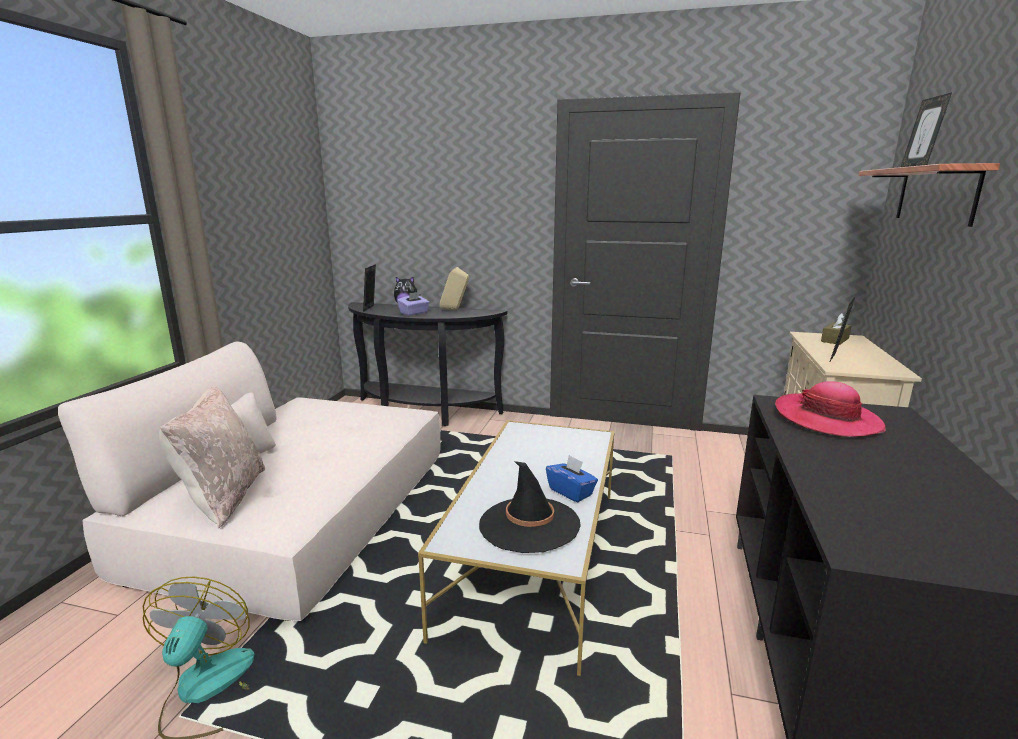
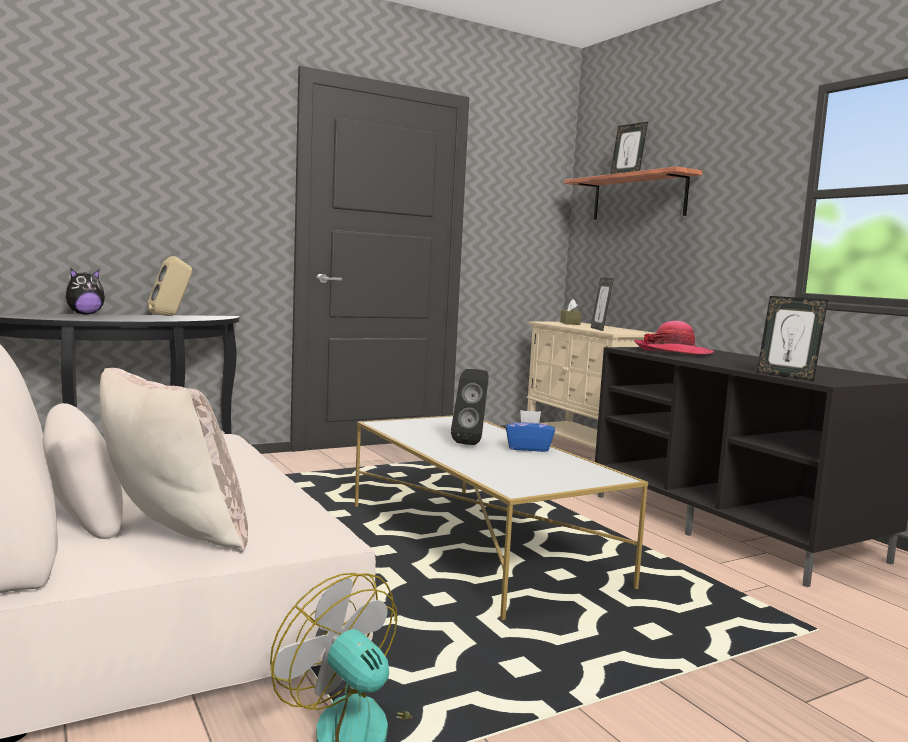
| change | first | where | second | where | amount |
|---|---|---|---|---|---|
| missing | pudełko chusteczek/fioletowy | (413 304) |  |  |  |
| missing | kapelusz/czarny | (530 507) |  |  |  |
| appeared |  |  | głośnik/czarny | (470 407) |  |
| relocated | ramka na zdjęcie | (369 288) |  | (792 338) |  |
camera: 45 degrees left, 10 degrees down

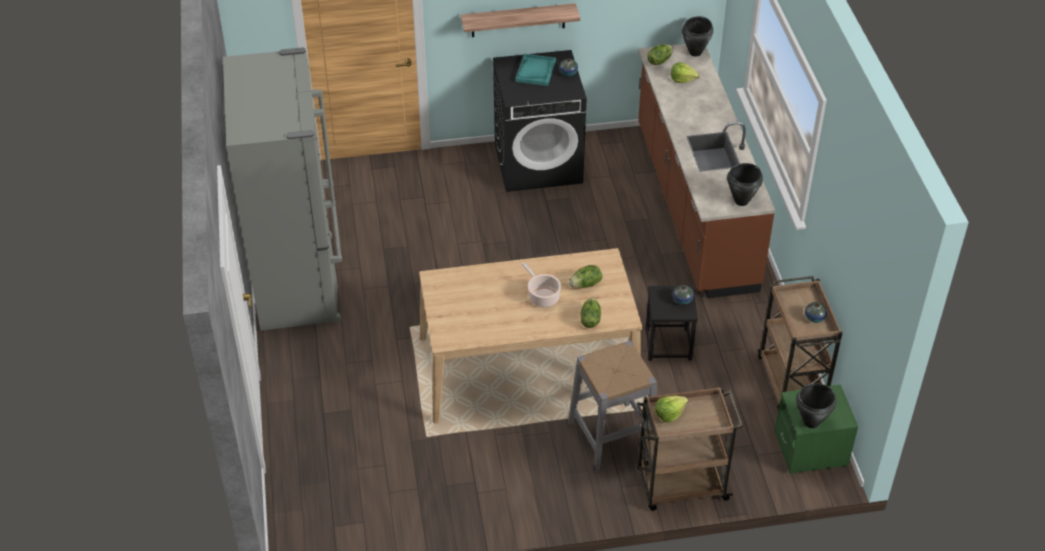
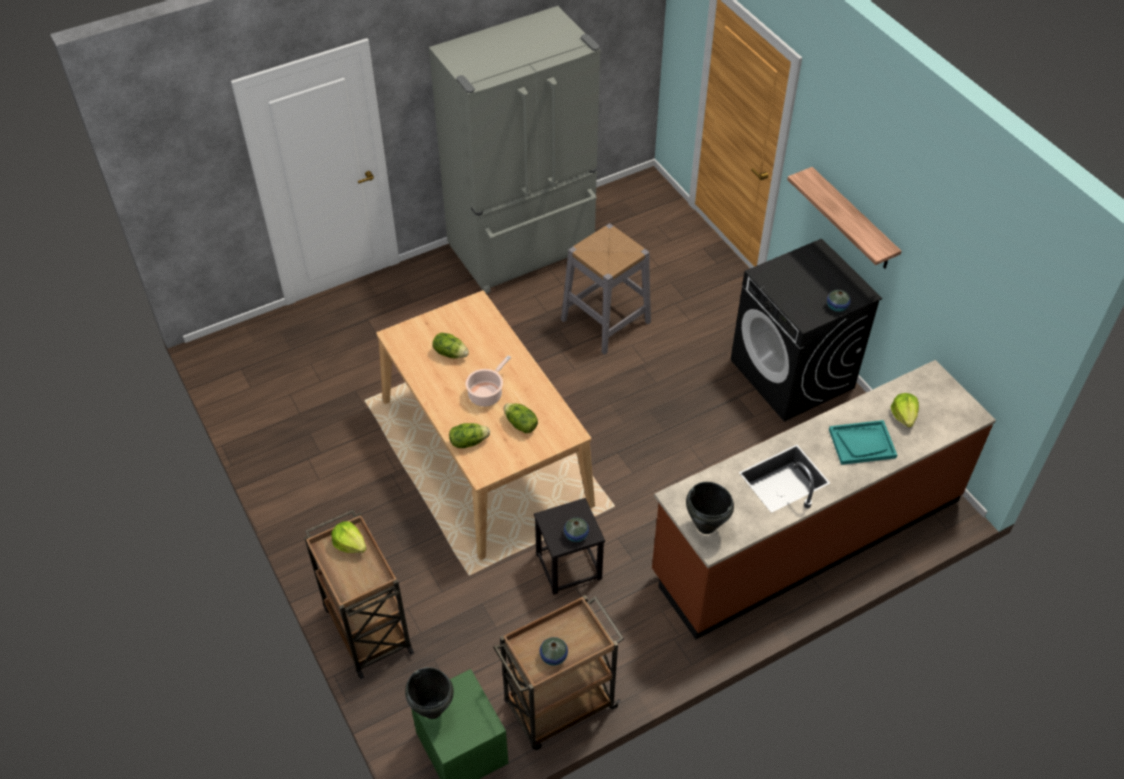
| change | first | where | second | where | amount |
|---|---|---|---|---|---|
| missing | garnek/czarny | (697 36) |  |  |  |
| relocated | taca/turkusowy | (536 70) |  | (863 442) |  |
| relocated | stołek/szary | (612 406) |  | (606 289) |  |
| relocated | sałata | (660 54) |  | (450 345) |  |
camera: 70 degrees right, 5 degrees up

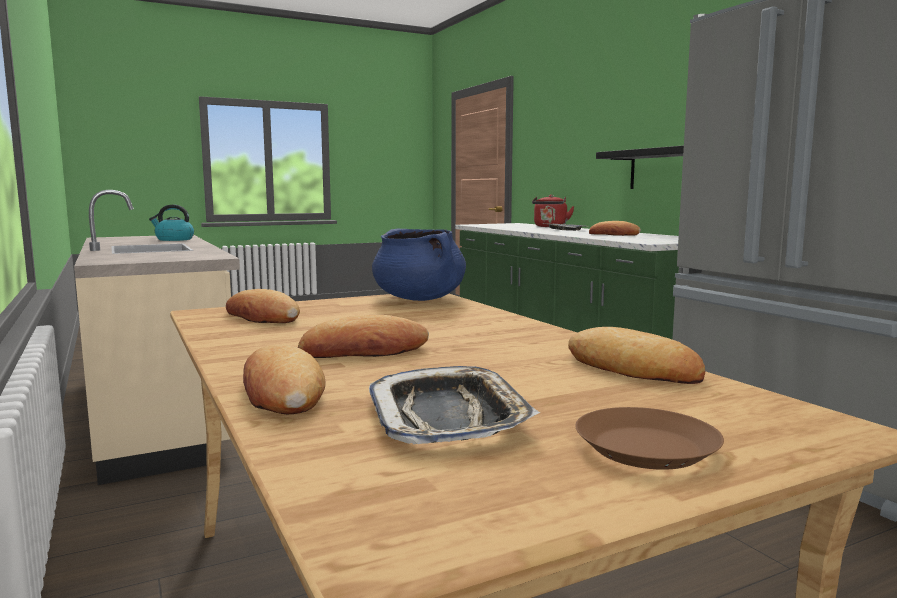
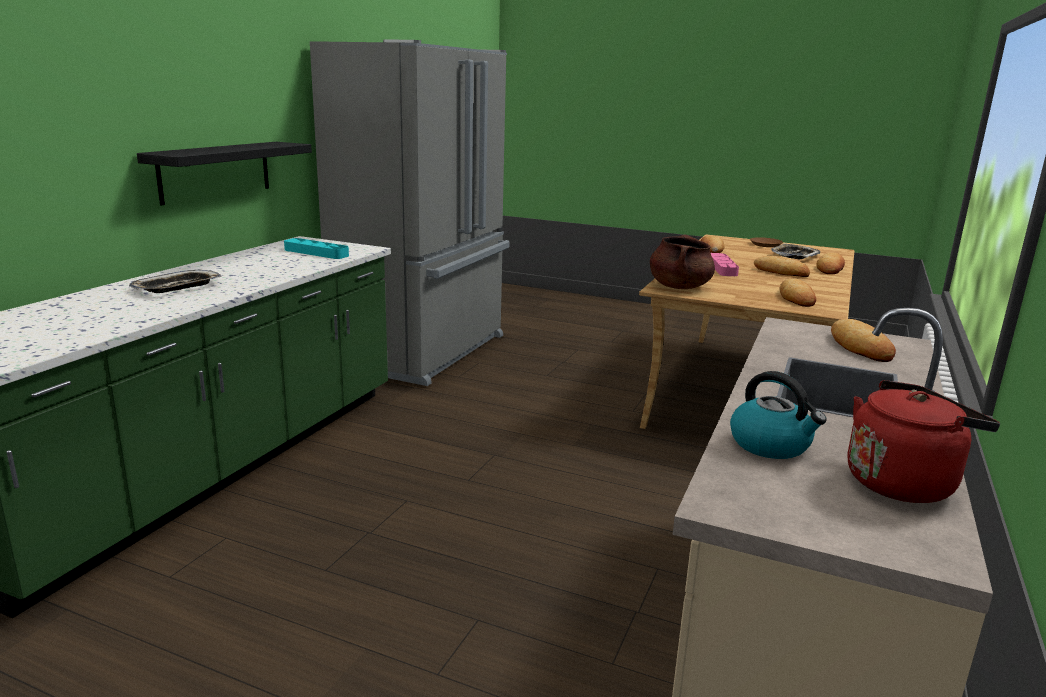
| change | first | where | second | where | amount |
|---|---|---|---|---|---|
| appeared |  |  | taca/turkusowy | (316 248) |  |
| appeared |  |  | taca/różowy | (725 264) |  |
| relocated | czajnik/czerwony | (553 211) |  | (924 441) |  |
| relocated | chleb | (615 228) |  | (863 340) |  |
| colour | garnek/niebieski | (419 265) | garnek/brązowy | (682 262) |  |
camera: 130 degrees left, 10 degrees up

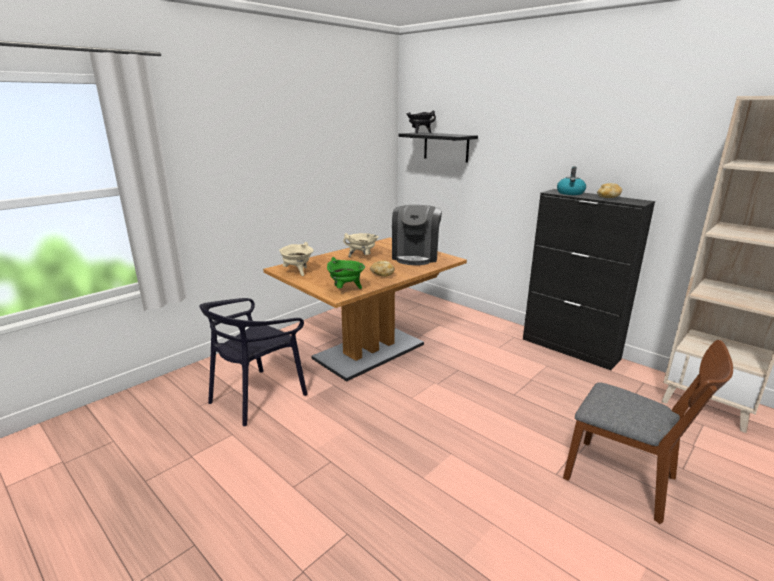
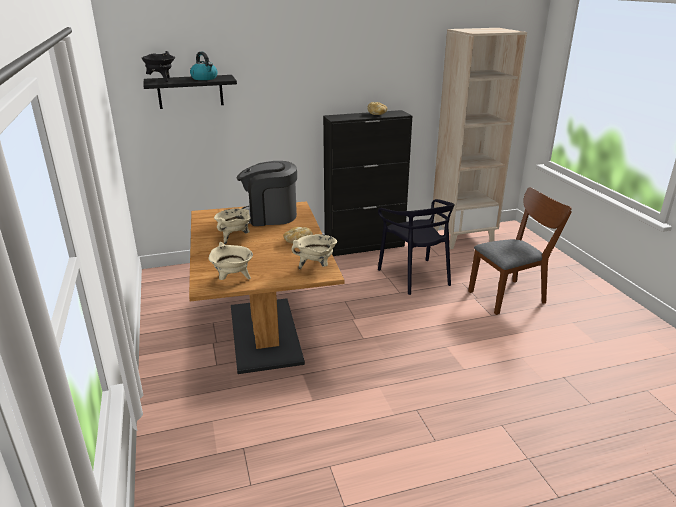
| change | first | where | second | where | amount |
|---|---|---|---|---|---|
| relocated | krzesło/czarny | (253 362) |  | (416 247) |  |
| relocated | czajnik | (571 180) |  | (204 66) |  |
| colour | garnek/zielony | (346 273) | garnek/beżowy | (314 251) |  |
| spun | ekspres do kawy | (417 235) |  | (266 193) | 135 degrees clockwise |
camera: 60 degrees left, 5 degrees up

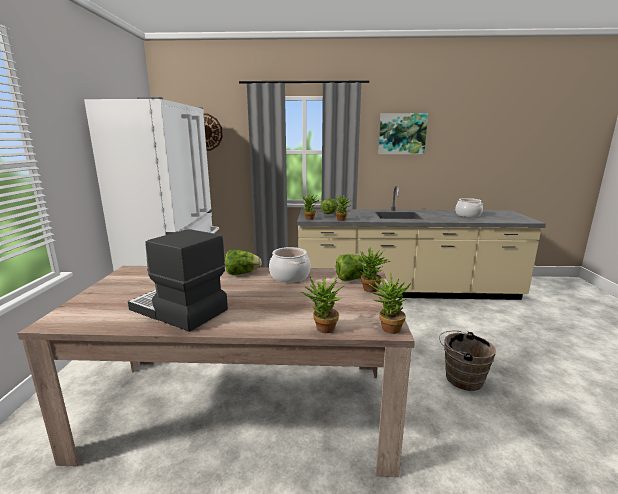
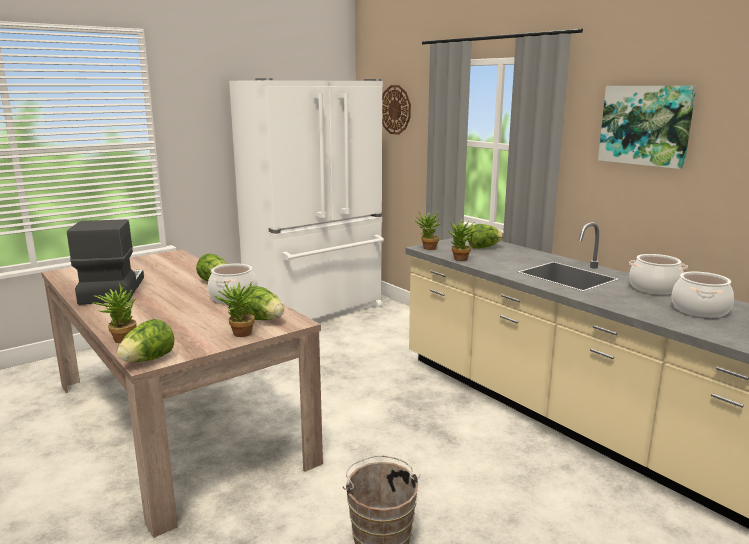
| change | first | where | second | where | amount |
|---|---|---|---|---|---|
| appeared |  |  | garnek | (658 274) |  |
| exchanged | roślina doniczkowa | (389 303) | sałata | (145 340) |  |
camera: 50 degrees right, 0 degrees up

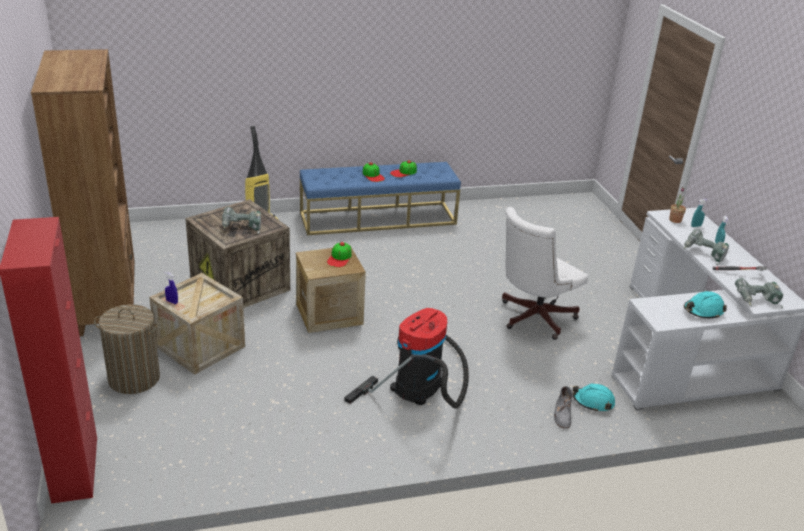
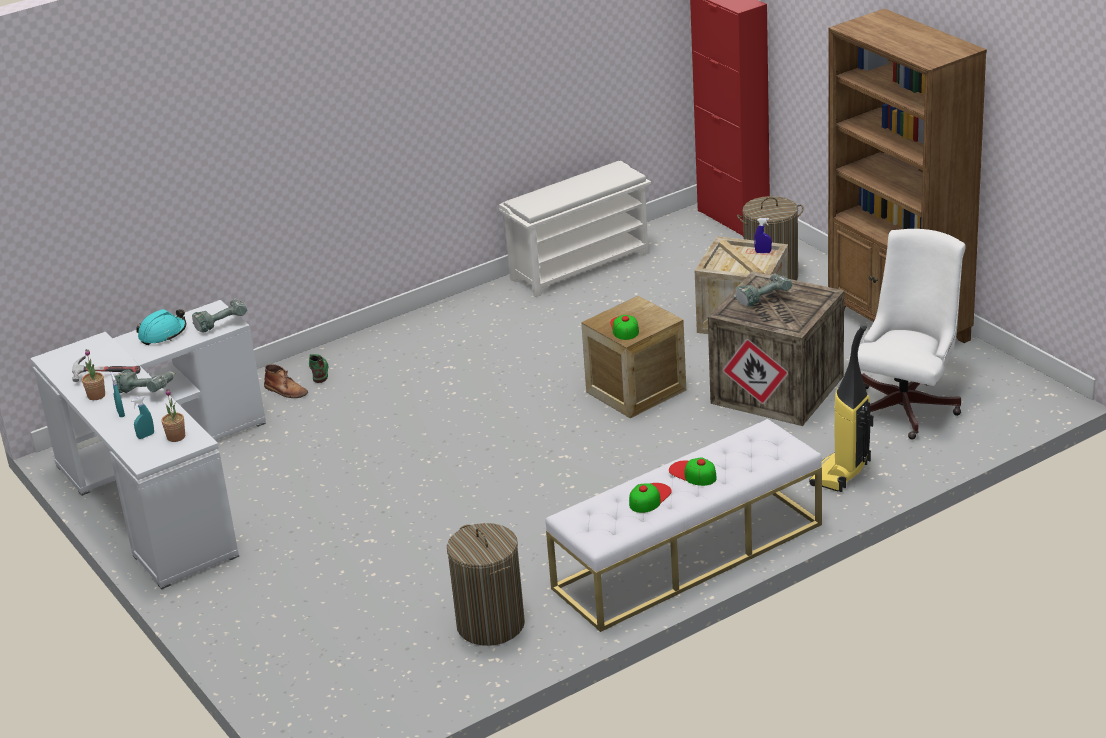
| change | first | where | second | where | amount |
|---|---|---|---|---|---|
| missing | odkurzacz | (406 358) |  |  |  |
| appeared |  |  | roślina doniczkowa | (93 374) |  |
| appeared |  |  | kosz na pranie | (486 584) |  |
| appeared |  |  | regał na buty/biały | (575 229) |  |
| relocated | krzesło biurowe/biały | (545 273) |  | (907 334) |  |
| relocated | wiertarka | (759 293) |  | (219 316) |  |
| exchanged | kask/turkusowy | (594 397) | but z cholewką/brązowy | (286 381) |  |
| colour | ławka/niebieski | (380 198) | ławka/biały | (683 525) |  |
| colour | but z cholewką/szary | (563 407) | but z cholewką/zielony | (318 368) |  |
camera: 165 degrees right, 0 degrees up

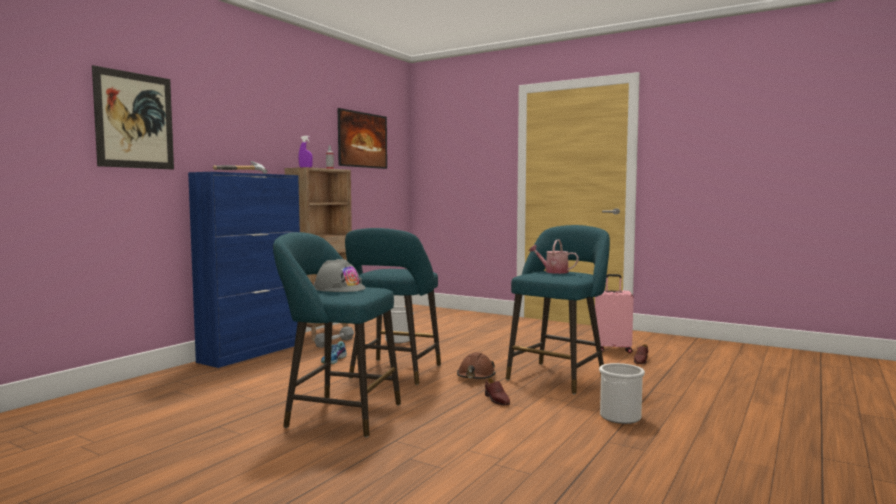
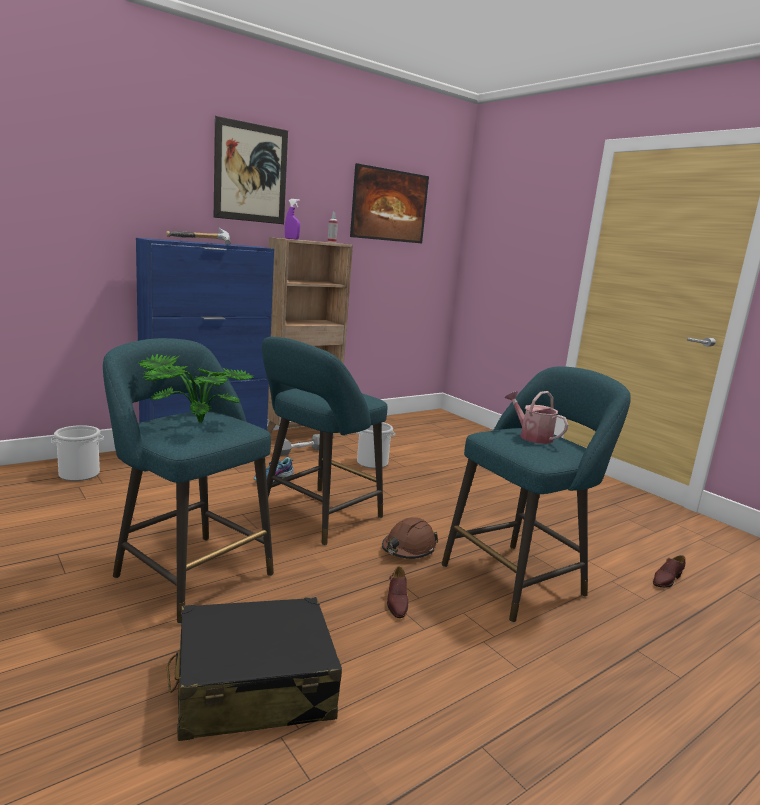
| change | first | where | second | where | amount |
|---|---|---|---|---|---|
| missing | walizka/różowy | (614 313) |  |  |  |
| appeared |  |  | walizka/czarny | (254 669) |  |
| relocated | obraz | (133 117) |  | (251 170) |  |
| relocated | wiadro | (622 393) |  | (77 453) |  |
| exchanged | kask/szary | (340 275) | roślina doniczkowa | (195 388) |  |
camera: 20 degrees right, 10 degrees up

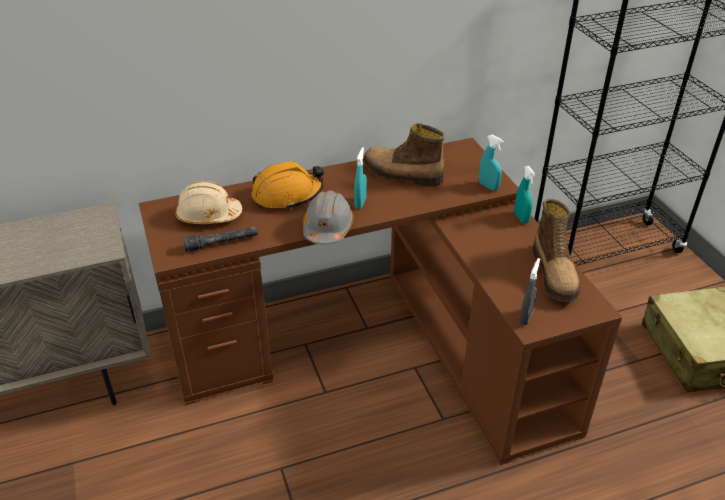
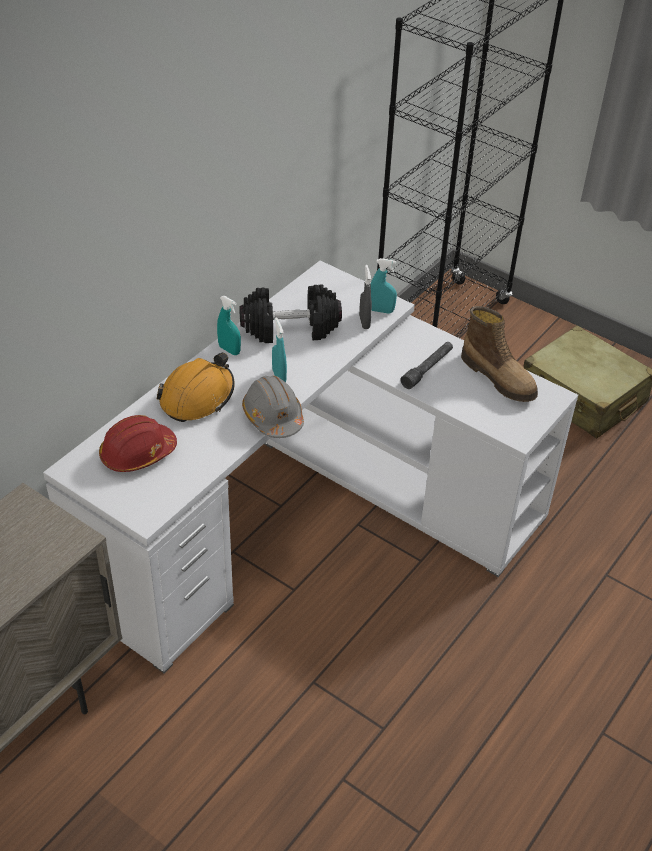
| change | first | where | second | where | amount |
|---|---|---|---|---|---|
| relocated | latarka/szary | (220 239) |  | (426 365) |  |
| relocated | spryskiwacz/turkusowy | (525 194) |  | (229 325) |  |
| relocated | spryskiwacz/szary | (529 292) |  | (365 297) |  |
| exchanged | but z cholewką | (404 155) | hantel/czarny | (290 313) |  |
| colour | biurko/brązowy | (380 301) | biurko/biały | (310 467) |  |
| colour | kask/beżowy | (208 202) | kask/czerwony | (138 443) |  |
camera: 35 degrees left, 5 degrees up

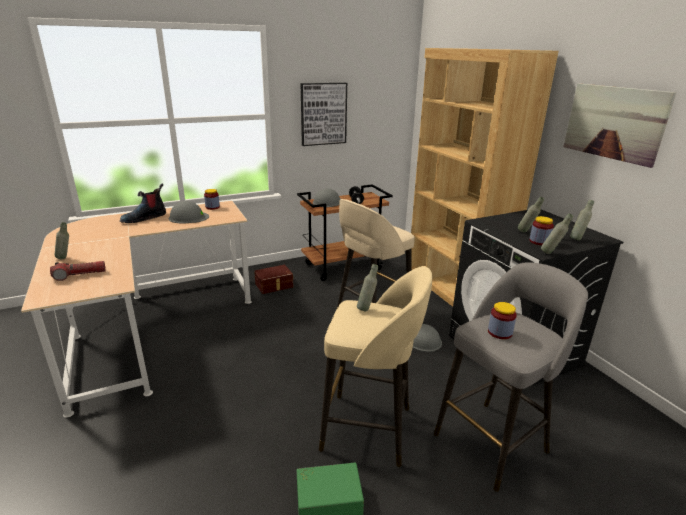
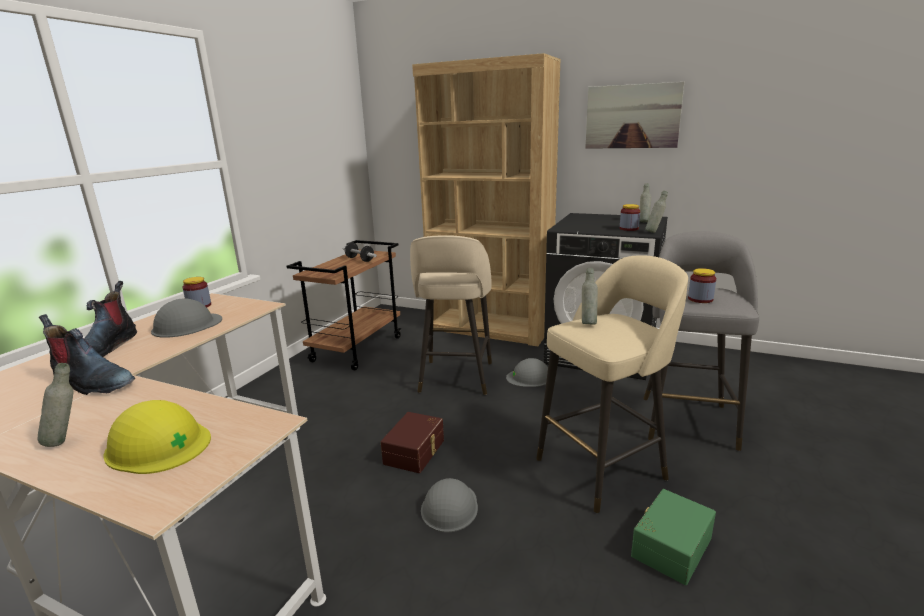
| change | first | where | second | where | amount |
|---|---|---|---|---|---|
| missing | obraz | (324 114) |  |  |  |
| missing | butelka/szary | (531 215) |  |  |  |
| appeared |  |  | but z cholewką | (87 354) |  |
| relocated | pojemnik do przechowywania/brązowy | (273 279) |  | (412 442) |  |
| relocated | kask/szary | (327 197) |  | (449 505) |  |
| exchanged | latarka | (78 271) | kask/żółty | (157 437) |  |
camera: 40 degrees left, 5 degrees down

